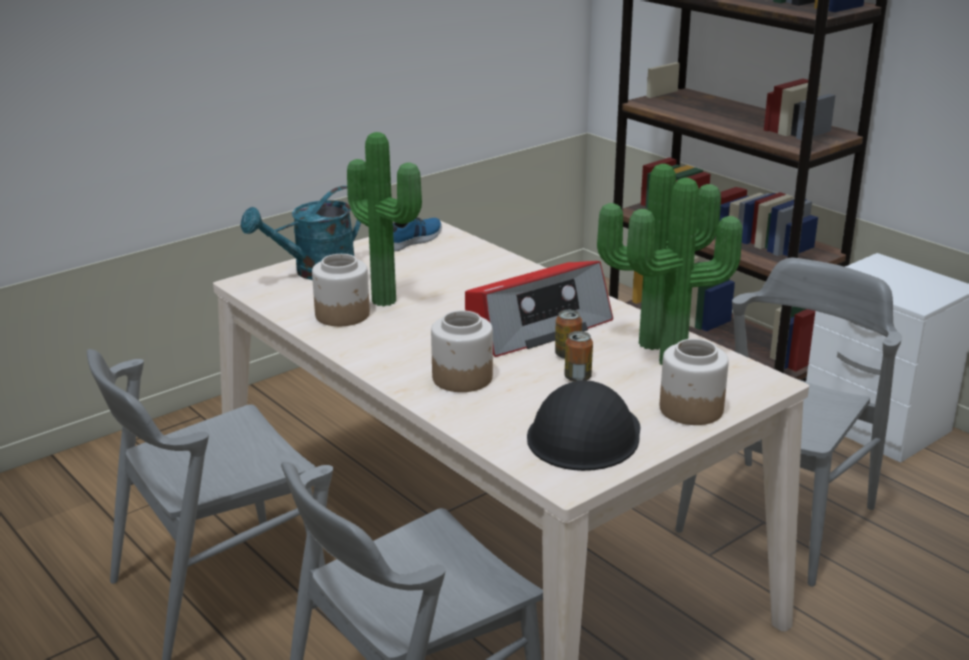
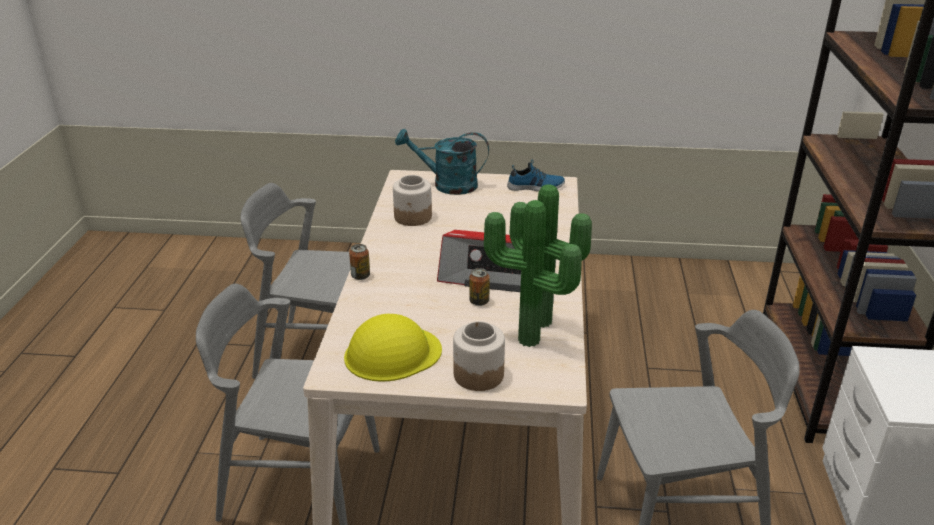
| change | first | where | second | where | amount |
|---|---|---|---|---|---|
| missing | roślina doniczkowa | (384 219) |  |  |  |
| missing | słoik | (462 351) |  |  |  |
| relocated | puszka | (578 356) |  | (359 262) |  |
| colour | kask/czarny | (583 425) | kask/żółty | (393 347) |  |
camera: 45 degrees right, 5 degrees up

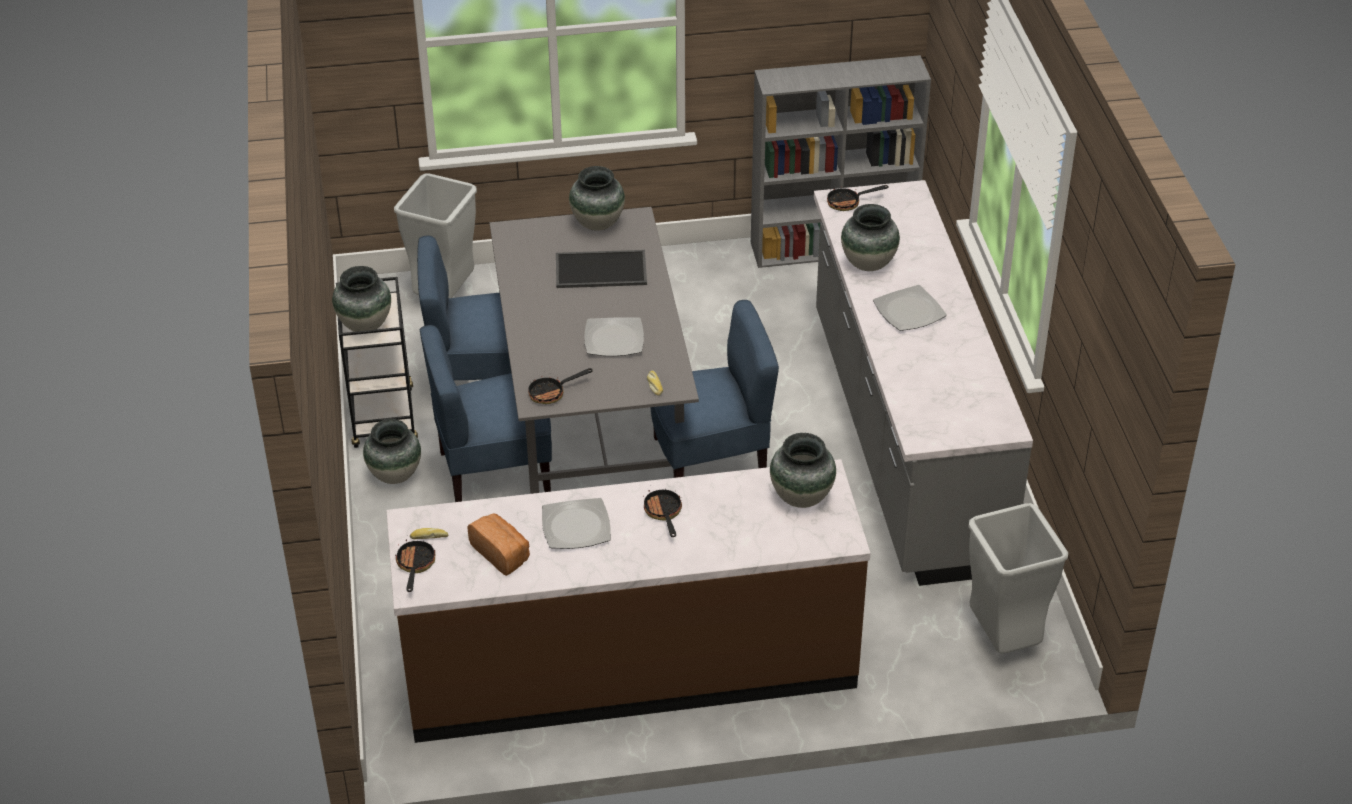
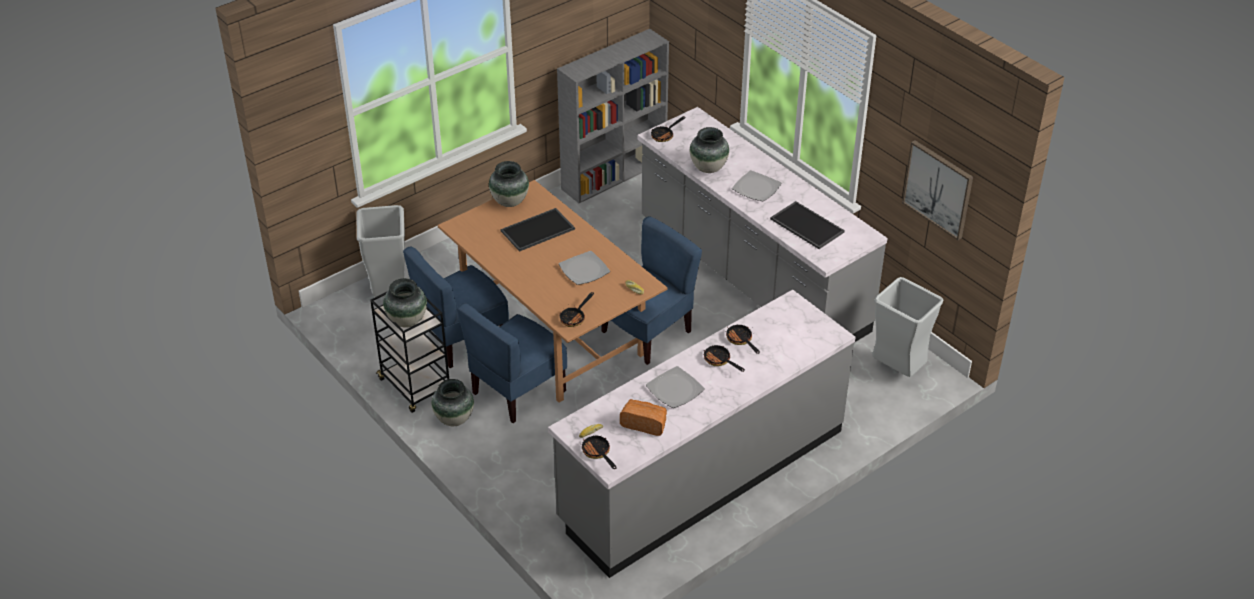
| change | first | where | second | where | amount |
|---|---|---|---|---|---|
| missing | wazon | (803 470) |  |  |  |
| appeared |  |  | patelnia | (742 338) |  |
| appeared |  |  | taca | (807 225) |  |
| appeared |  |  | obraz | (937 190) |  |
| colour | zabudowa kuchenna/brązowy | (628 601) | zabudowa kuchenna/szary | (701 434) |  |
| colour | stół jadalny/szary | (594 350) | stół jadalny/brązowy | (552 291) |  |
camera: 30 degrees left, 0 degrees up

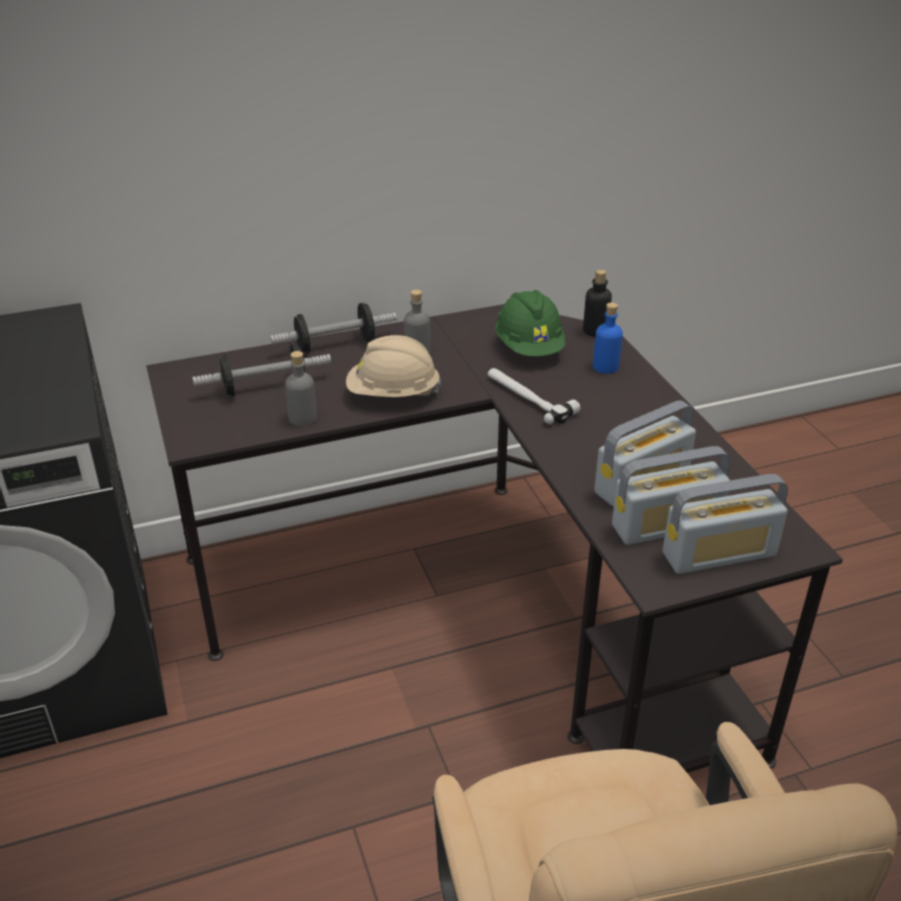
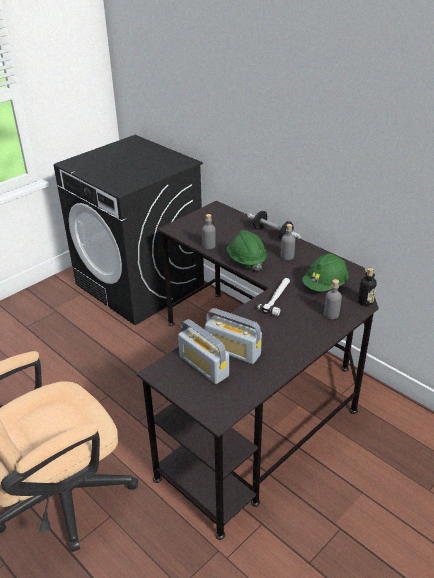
| change | first | where | second | where | amount |
|---|---|---|---|---|---|
| missing | hantel | (261 370) |  |  |  |
| missing | radio | (725 524) |  |  |  |
| colour | kask/beżowy | (393 366) | kask/zielony | (246 250) |  |
| colour | butelka/niebieski | (608 338) | butelka/szary | (333 299) |  |
camera: 65 degrees right, 0 degrees up

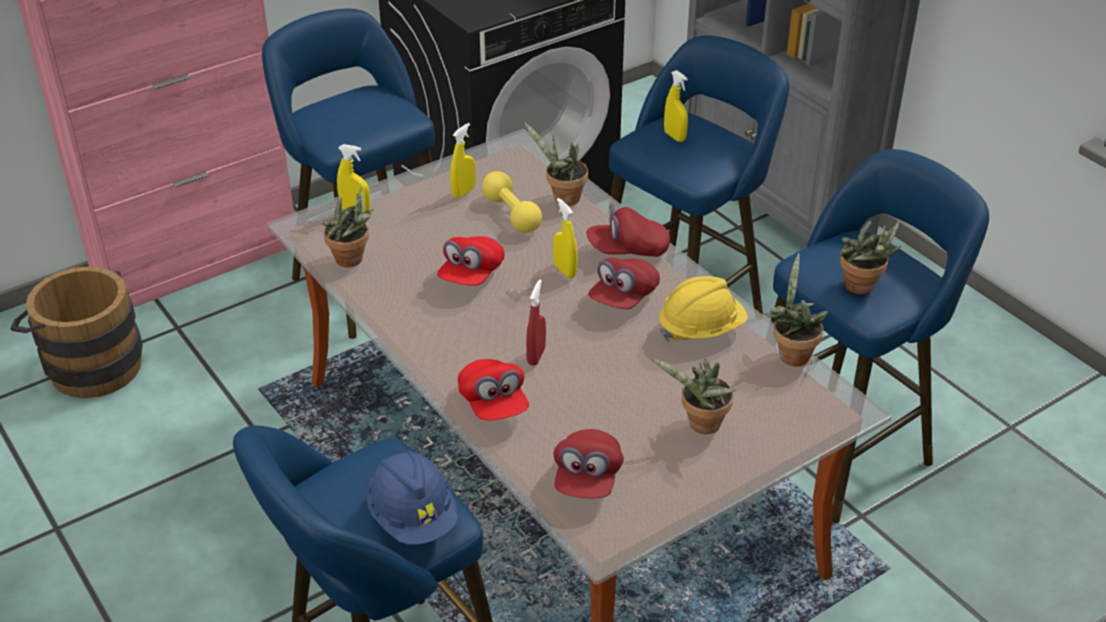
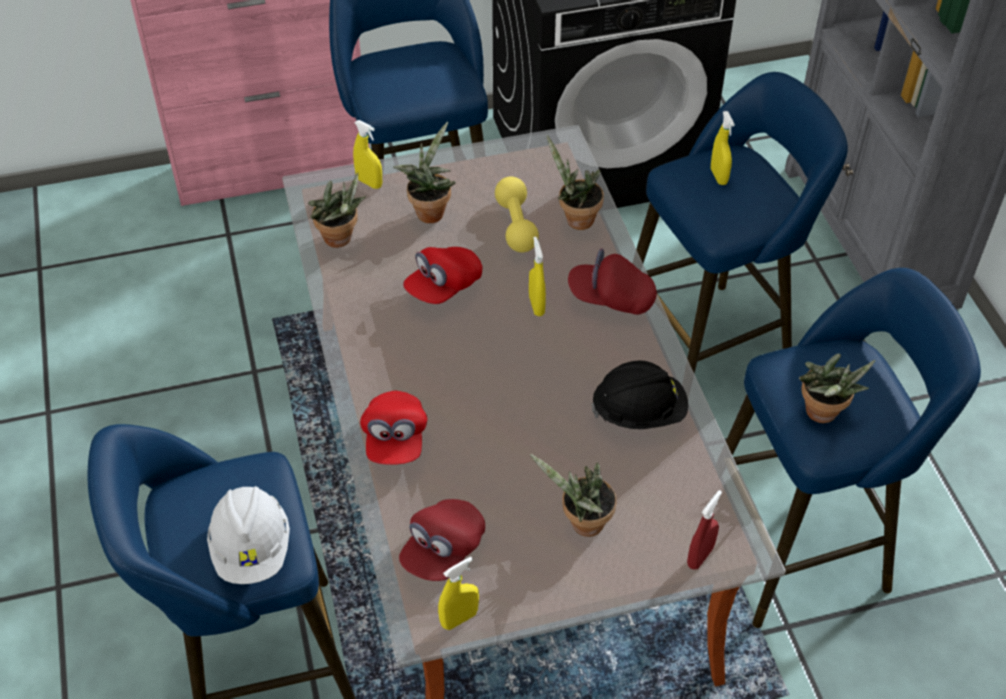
| change | first | where | second | where | amount |
|---|---|---|---|---|---|
| missing | wiadro/brązowy | (76 332) |  |  |  |
| missing | czapka z daszkiem/czerwony | (624 283) |  |  |  |
| relocated | spryskiwacz/żółty | (463 160) |  | (458 593) |  |
| relocated | spryskiwacz/czerwony | (536 322) |  | (704 529) |  |
| relocated | roślina doniczkowa | (796 309) |  | (424 172) |  |
| colour | kask/niebieski | (412 498) | kask/biały | (248 535) |  |
| colour | kask/żółty | (703 309) | kask/czarny | (639 395) |  |
camera: 20 degrees right, 10 degrees up

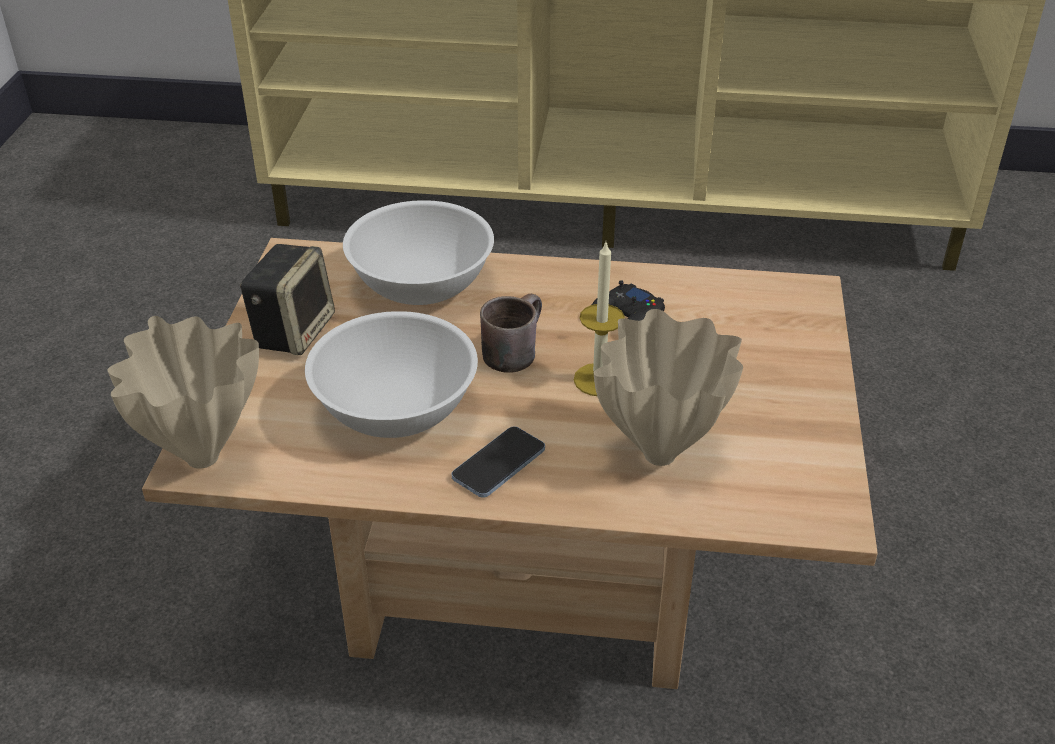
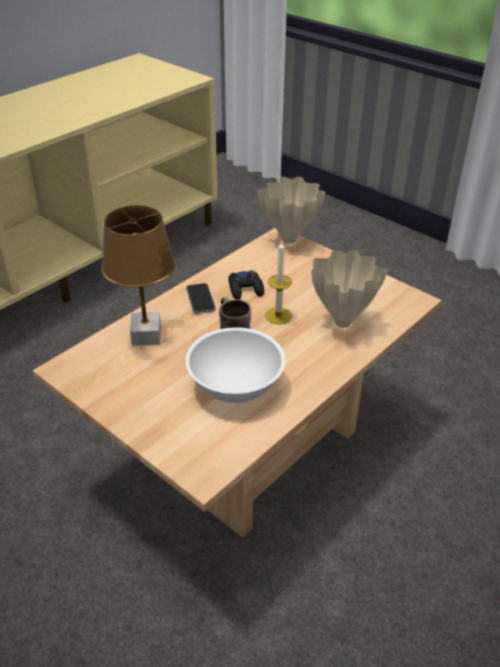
| change | first | where | second | where | amount |
|---|---|---|---|---|---|
| missing | głośnik | (287 299) |  |  |  |
| relocated | wazon/beżowy | (183 392) |  | (291 210) |  |
| relocated | telefon | (498 462) |  | (201 298) |  |
| exchanged | miska/biały | (418 252) | lampa stołowa/brązowy | (138 275) |  |
camera: 55 degrees left, 0 degrees up

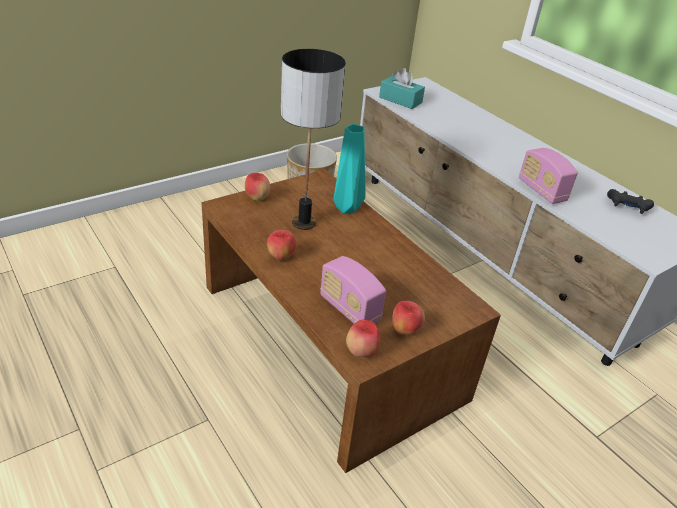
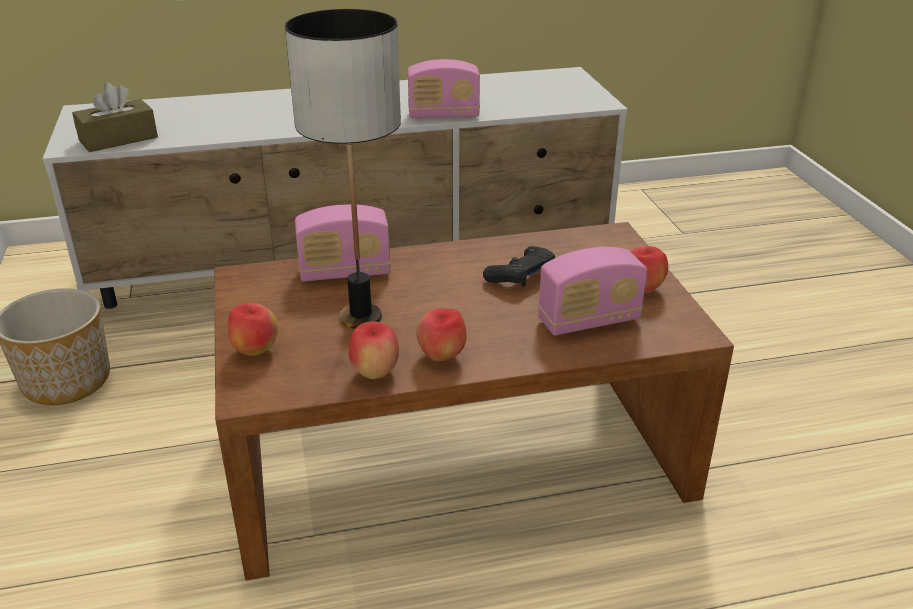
| change | first | where | second | where | amount |
|---|---|---|---|---|---|
| relocated | jabłko | (363 338) |  | (374 350) |  |
| relocated | pad do gier/czarny | (630 201) |  | (519 266) |  |
| exchanged | wazon/turkusowy | (349 168) | radio | (343 242) |  |
| colour | pudełko chusteczek/turkusowy | (402 88) | pudełko chusteczek/brązowy | (115 117) |  |
camera: 65 degrees left, 5 degrees down

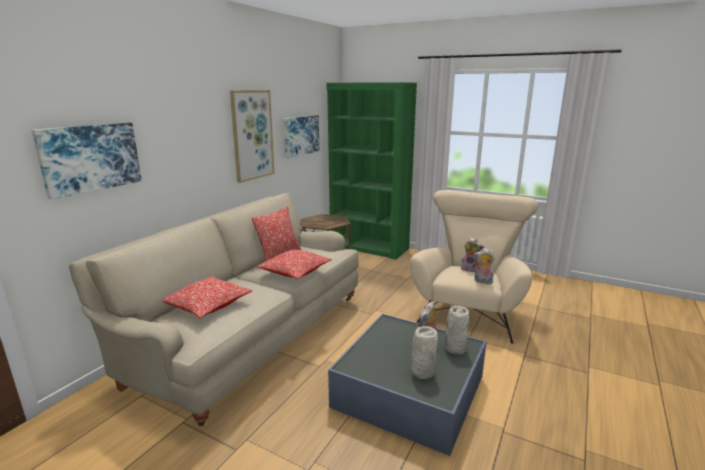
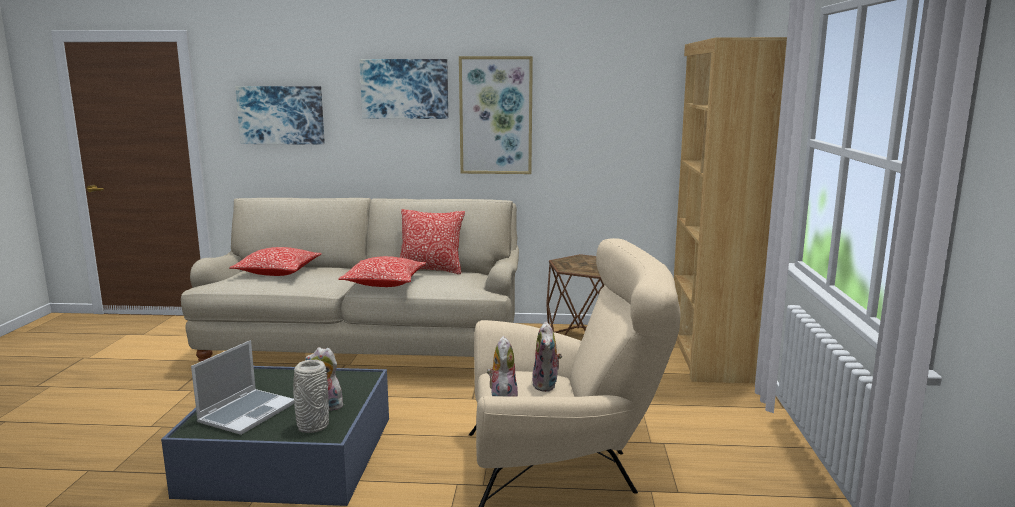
| change | first | where | second | where | amount |
|---|---|---|---|---|---|
| relocated | obraz | (301 136) |  | (404 89) |  |
| exchanged | wazon/szary | (424 352) | laptop | (242 387) |  |
| colour | regał/zielony | (371 171) | regał/brązowy | (730 210) |  |
camera: 65 degrees right, 5 degrees down

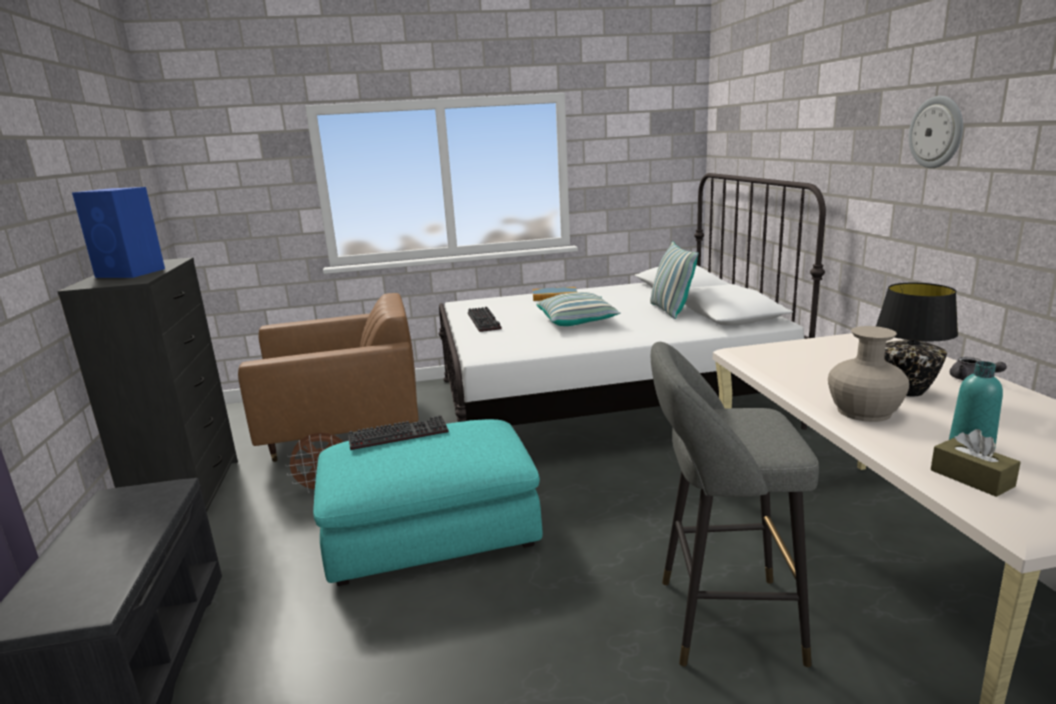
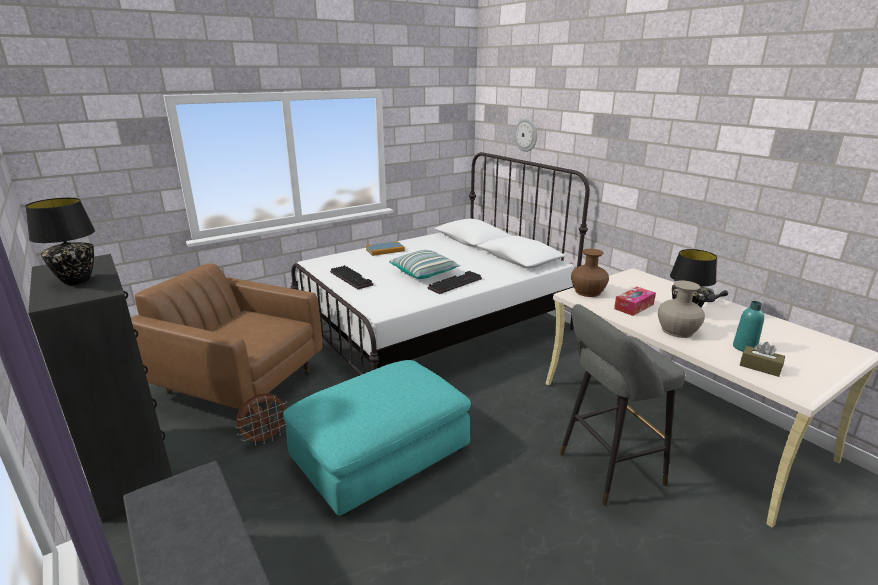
| change | first | where | second | where | amount |
|---|---|---|---|---|---|
| missing | poduszka | (674 280) |  |  |  |
| appeared |  |  | wazon/brązowy | (590 273) |  |
| appeared |  |  | pudełko chusteczek | (635 301) |  |
| relocated | klawiatura | (398 432) |  | (455 282) |  |
| relocated | zegar ścienny | (936 132) |  | (525 135) |  |
| exchanged | głośnik/niebieski | (118 232) | lampa stołowa/czarny | (60 241) |  |
| spun | fotel/brązowy | (328 377) |  | (226 340) | 120 degrees counterclockwise |
camera: 25 degrees left, 5 degrees up

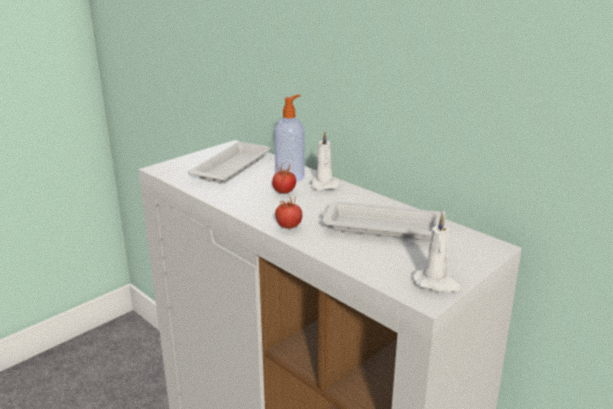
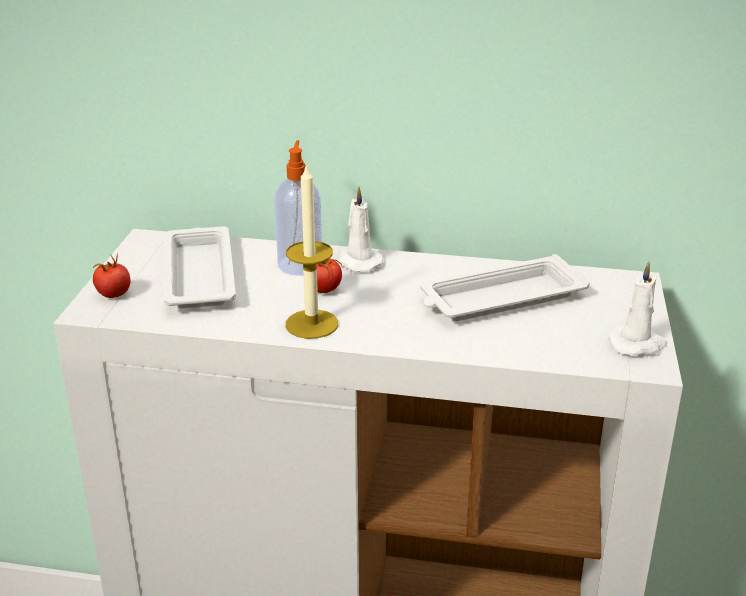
| change | first | where | second | where | amount |
|---|---|---|---|---|---|
| appeared |  |  | świeca | (312 251) |  |
| relocated | pomidor | (288 213) |  | (112 275) |  |
camera: 35 degrees left, 5 degrees up

